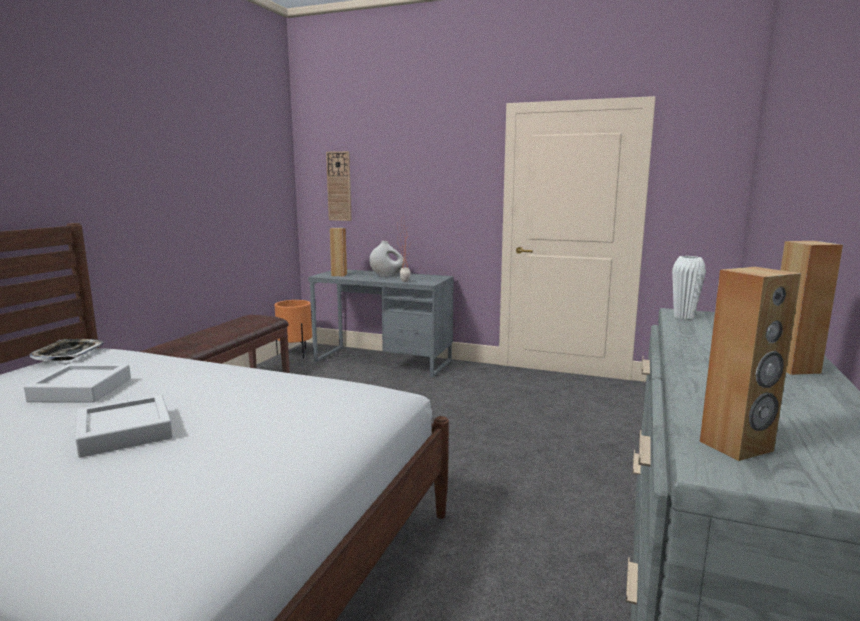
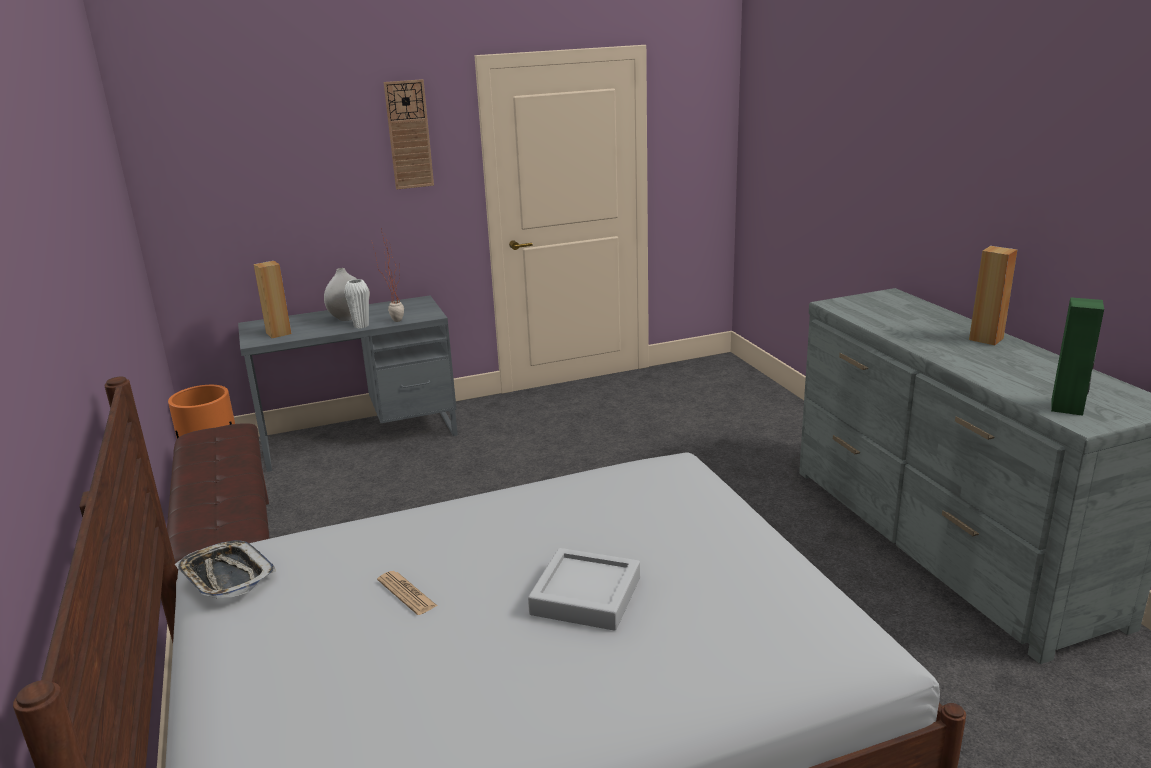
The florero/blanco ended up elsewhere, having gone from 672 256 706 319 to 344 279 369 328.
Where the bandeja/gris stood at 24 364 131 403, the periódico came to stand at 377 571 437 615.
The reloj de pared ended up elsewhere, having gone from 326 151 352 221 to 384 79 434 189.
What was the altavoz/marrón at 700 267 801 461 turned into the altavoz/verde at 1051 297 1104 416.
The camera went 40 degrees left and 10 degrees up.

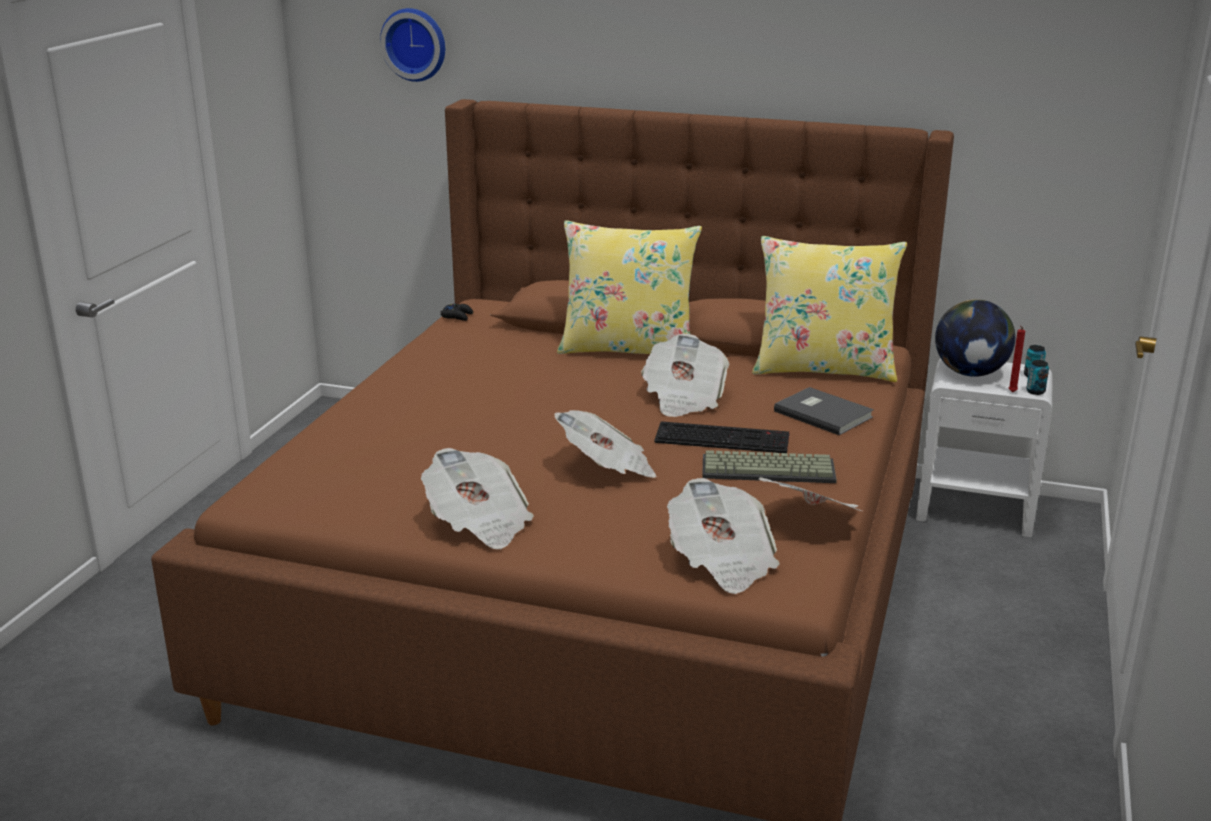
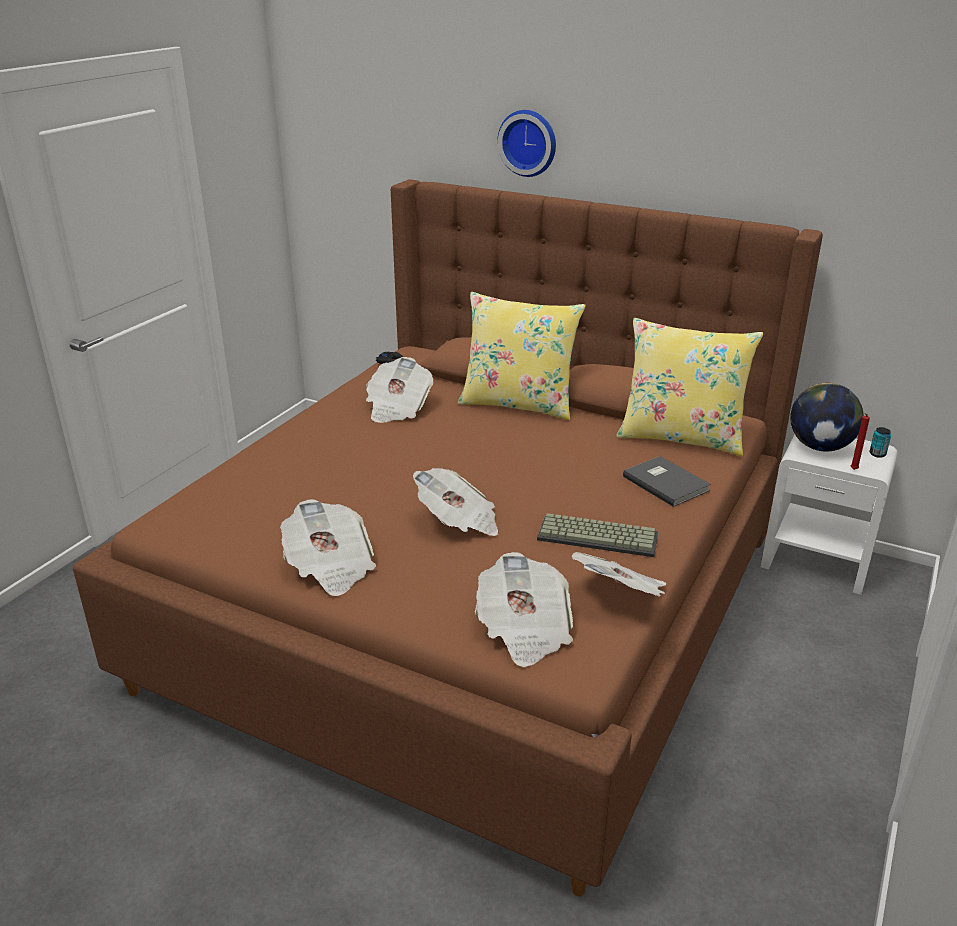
The periódico ended up elsewhere, having gone from 641 334 729 417 to 366 357 433 423.
The reloj de pared ended up elsewhere, having gone from 380 8 445 82 to 497 110 556 177.
The second view lost the teclado at 654 421 790 453.
The second view lost the lata at 1026 360 1049 395.
The camera went 10 degrees right and 5 degrees up.

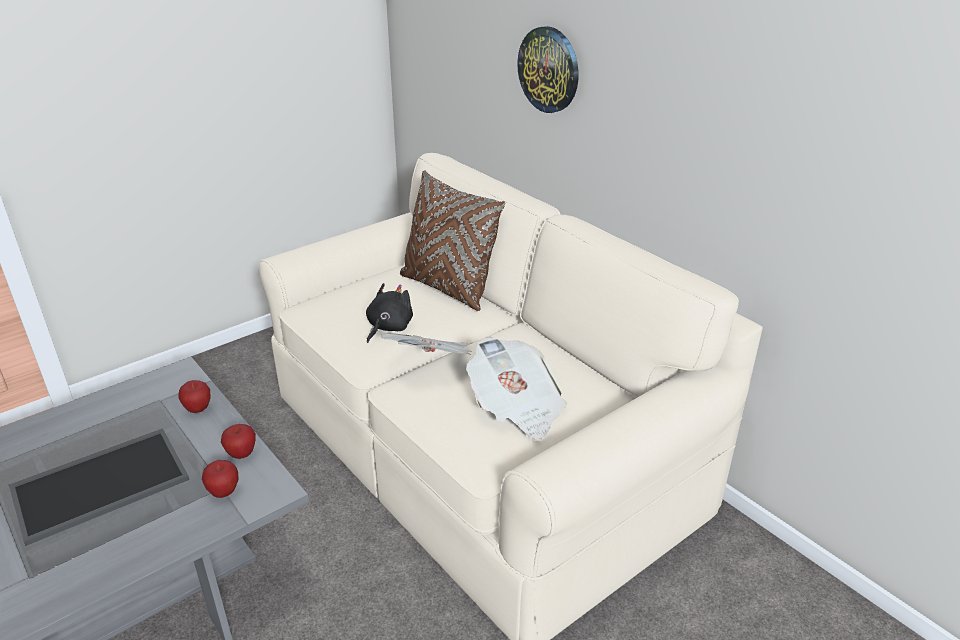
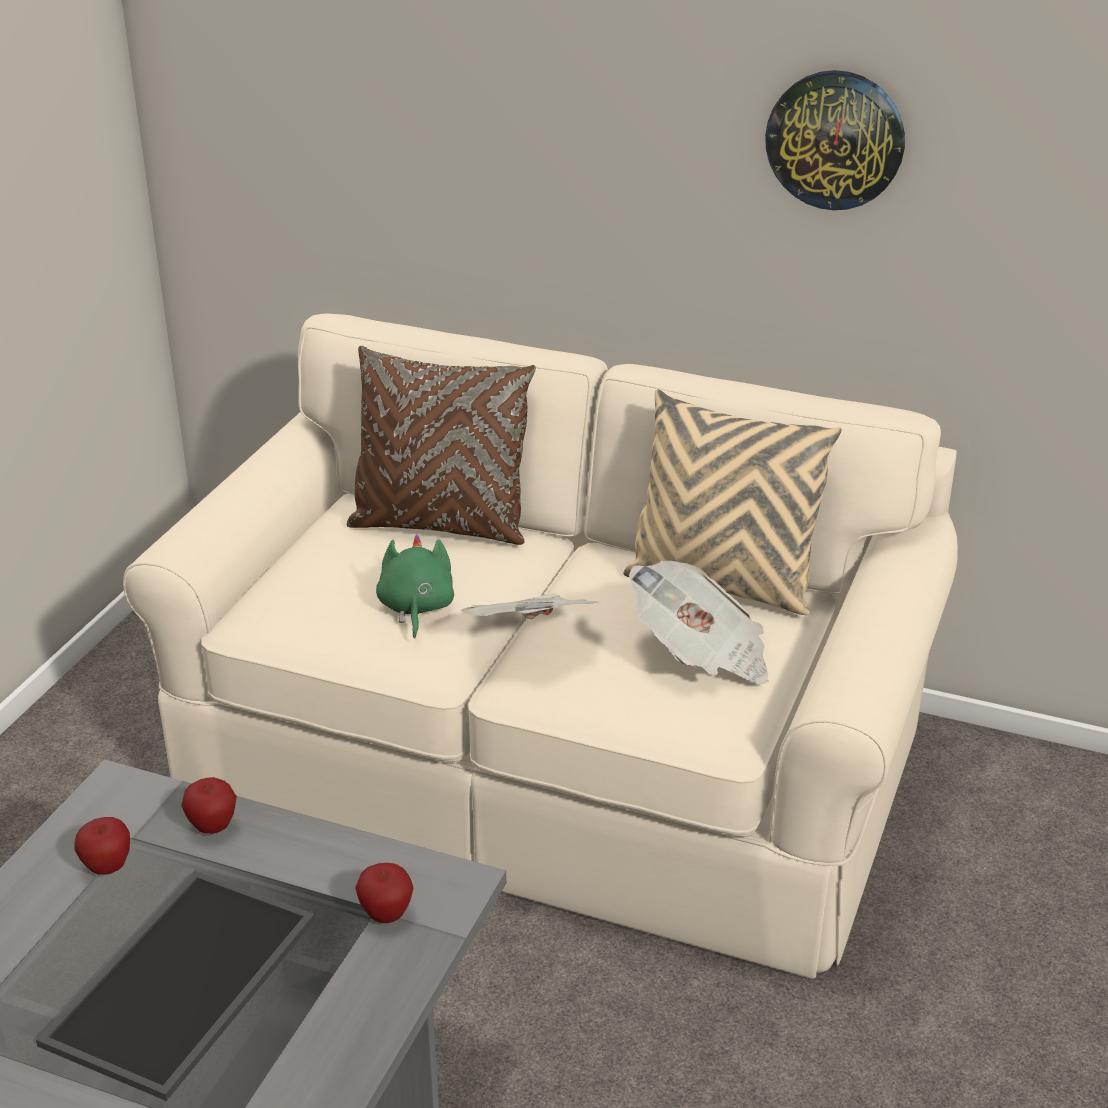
The manzana ended up elsewhere, having gone from 221 424 256 459 to 74 817 130 875.
What was the peluche/negro at 366 283 413 343 turned into the peluche/verde at 376 534 454 638.
The second view gained the cojín/beis at 623 389 842 615.
The reloj de pared ended up elsewhere, having gone from 517 26 579 113 to 765 70 905 210.
The camera went 30 degrees left and 0 degrees up.

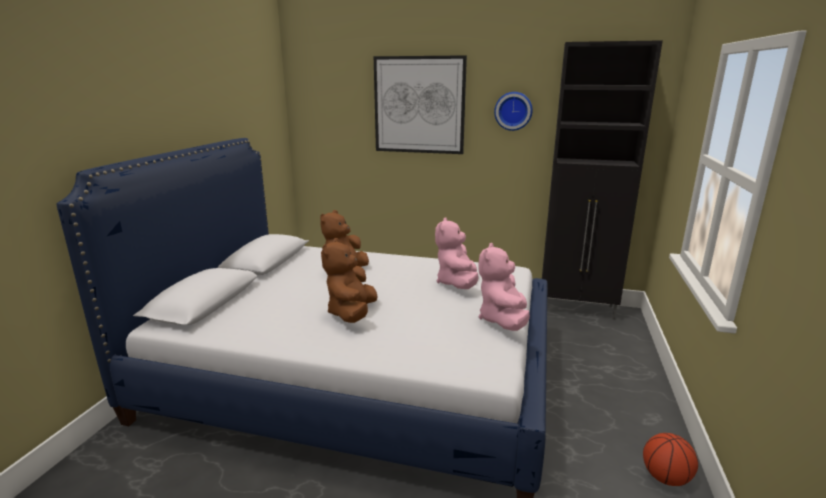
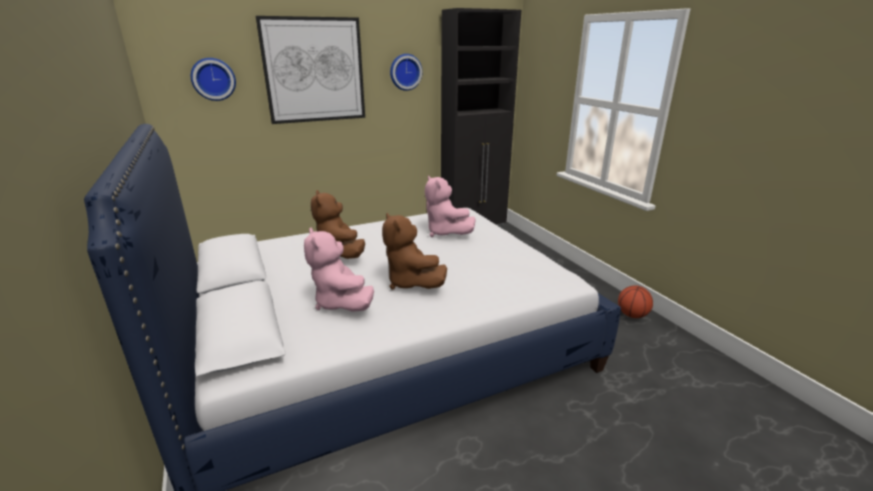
The second view gained the reloj de pared at 191 58 236 101.
The peluche/rosa ended up elsewhere, having gone from 479 243 530 331 to 304 228 374 312.
The camera went 40 degrees left and 5 degrees up.

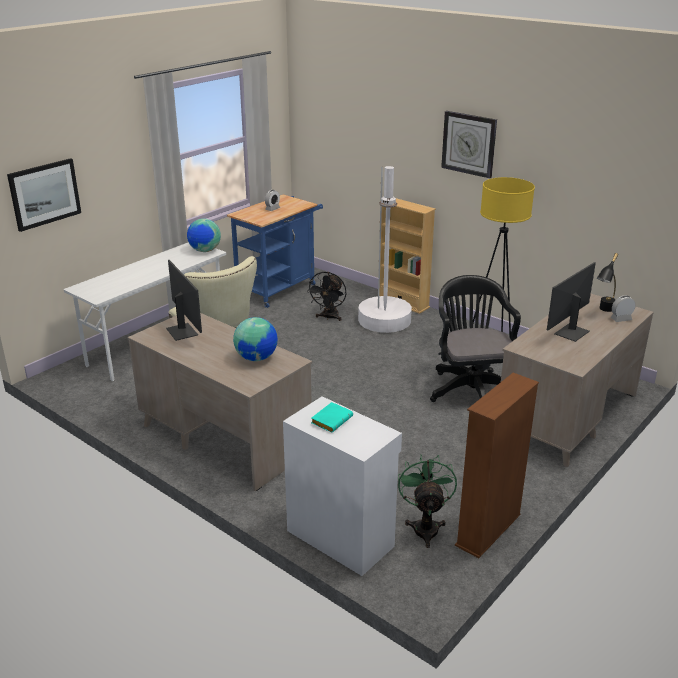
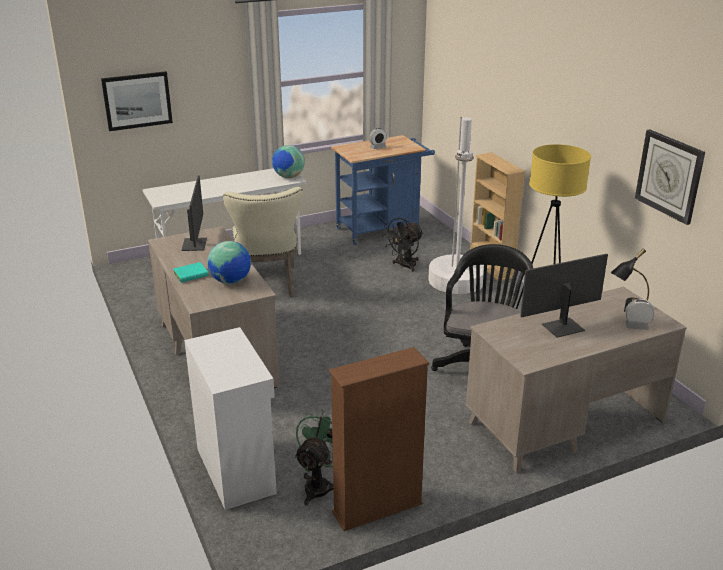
The libro/turquesa ended up elsewhere, having gone from 311 402 353 433 to 173 262 208 283.
The reloj de pared ended up elsewhere, having gone from 441 111 497 178 to 635 130 705 225.
The camera went 25 degrees right and 0 degrees up.

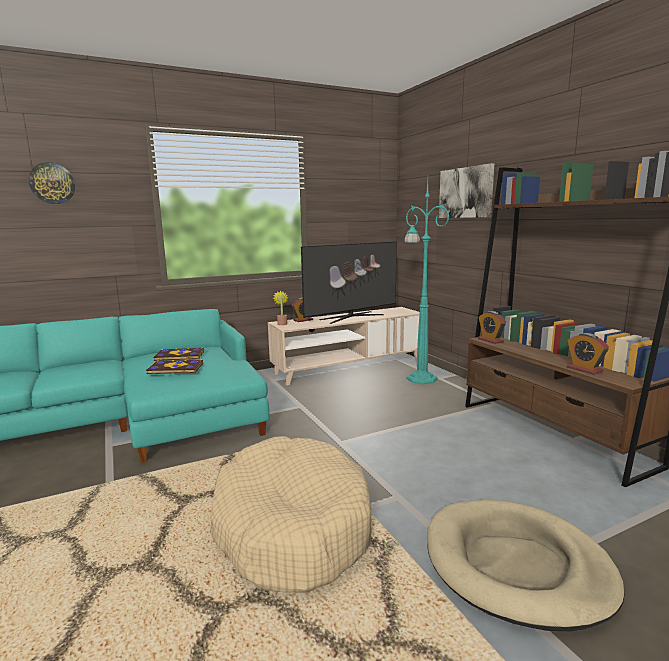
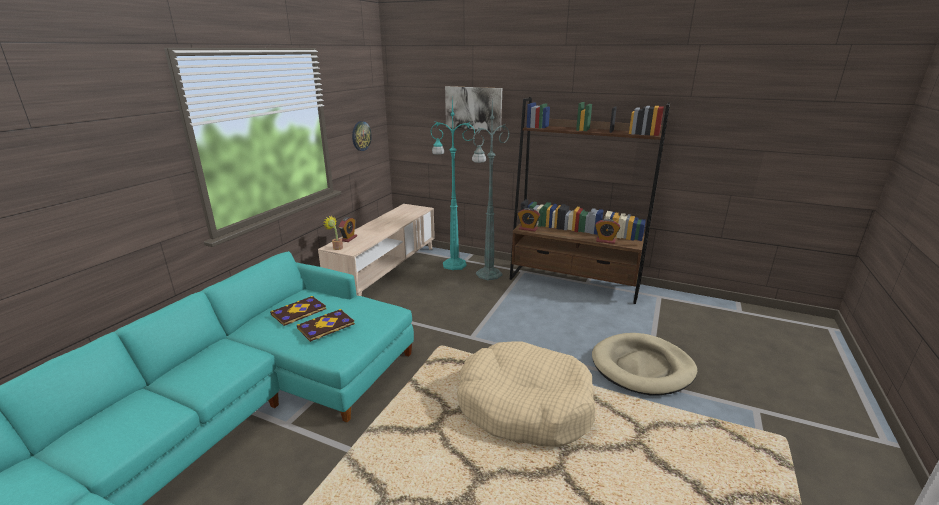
The reloj de pared ended up elsewhere, having gone from 28 162 75 204 to 352 121 372 151.
The second view gained the lámpara de pie/verde at 472 96 510 281.
The second view lost the televisor at 301 241 397 324.
The camera went 40 degrees left and 10 degrees up.

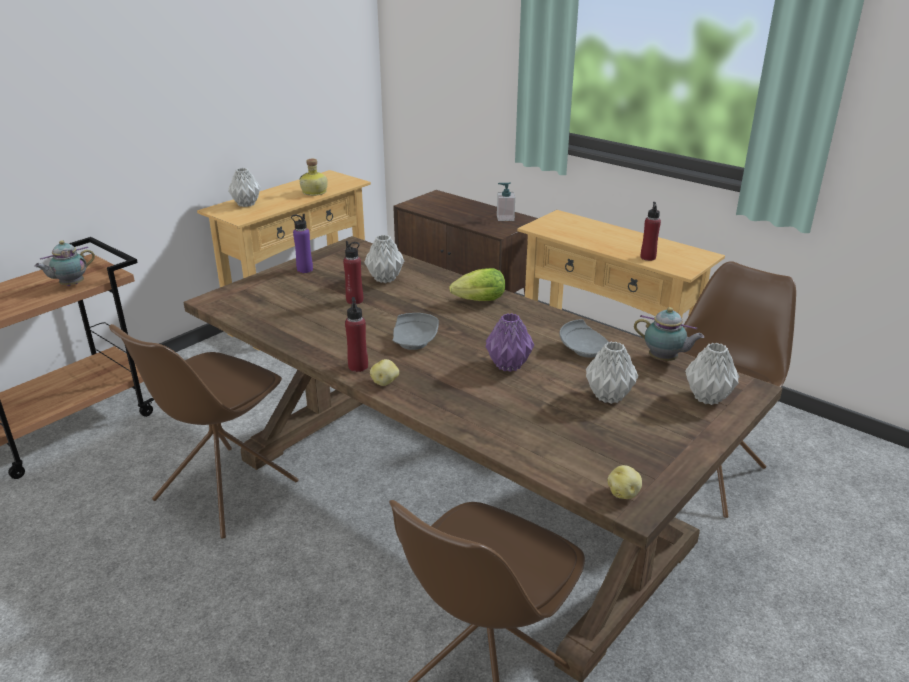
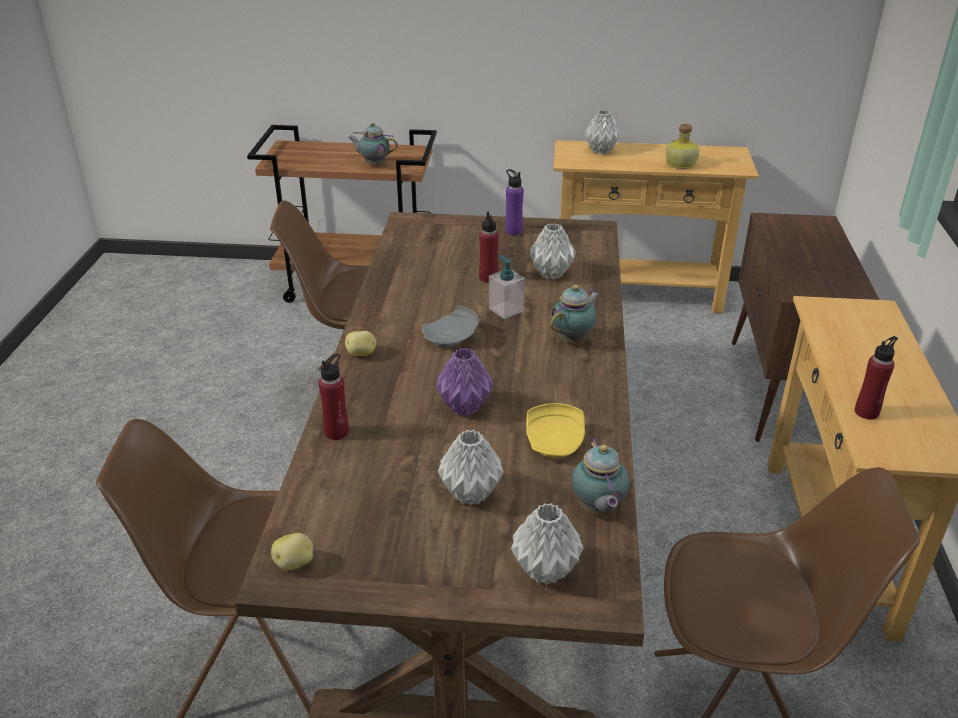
The botella/rojo ended up elsewhere, having gone from 345 297 368 372 to 319 353 349 440.
The dispensador de jabón ended up elsewhere, having gone from 497 182 515 221 to 489 255 525 319.
What was the plato/gris at 560 319 610 358 turned into the plato/amarillo at 526 403 585 458.
Where the lechuga stood at 449 268 505 301, the tetera came to stand at 550 285 600 342.
The camera went 55 degrees right and 5 degrees up.

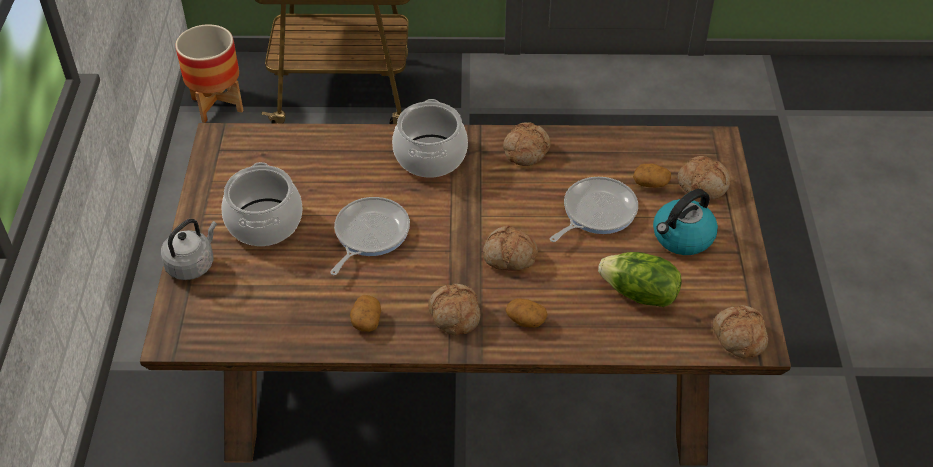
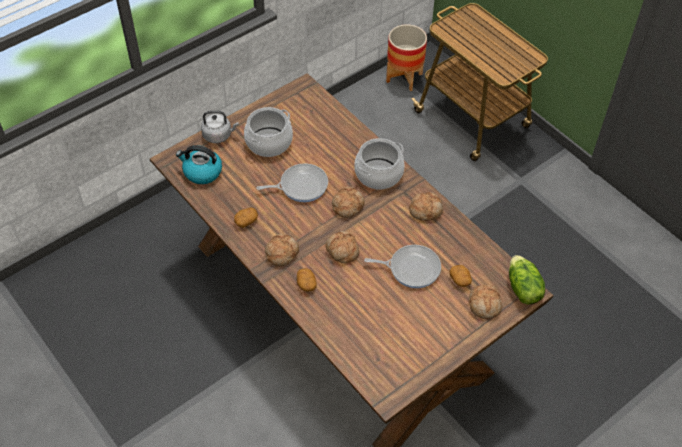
The hervidor ended up elsewhere, having gone from 653 189 718 255 to 176 145 222 184.
The pan ended up elsewhere, having gone from 713 305 768 358 to 332 187 365 218.
The lechuga ended up elsewhere, having gone from 598 252 682 307 to 509 255 545 305.
The camera went 50 degrees right and 5 degrees up.

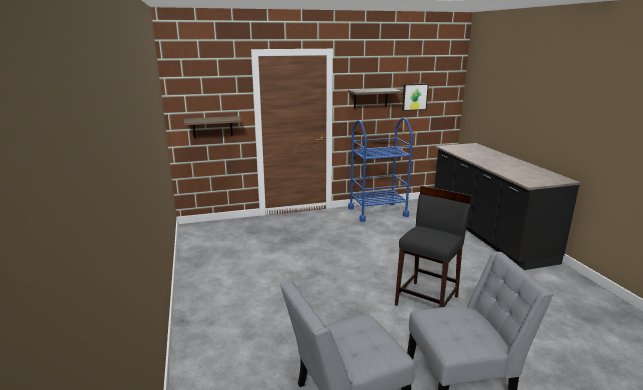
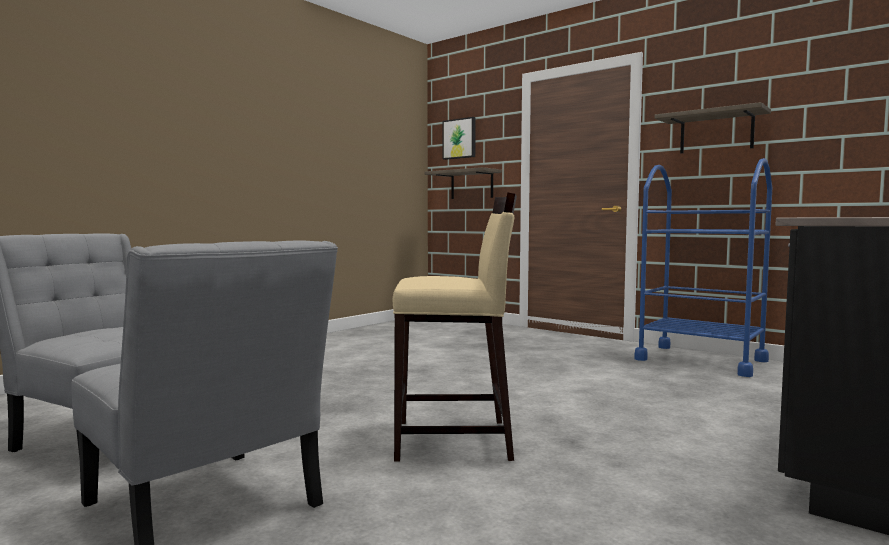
What was the taburete/negro at 395 186 472 307 turned into the taburete/beis at 393 192 517 462.
The cuadro ended up elsewhere, having gone from 402 84 429 111 to 442 117 476 160.
The camera went 55 degrees right and 15 degrees down.

